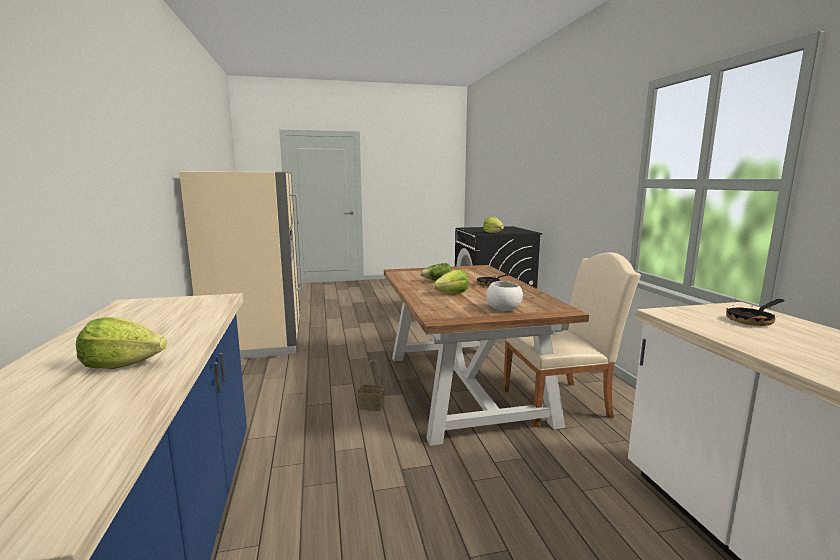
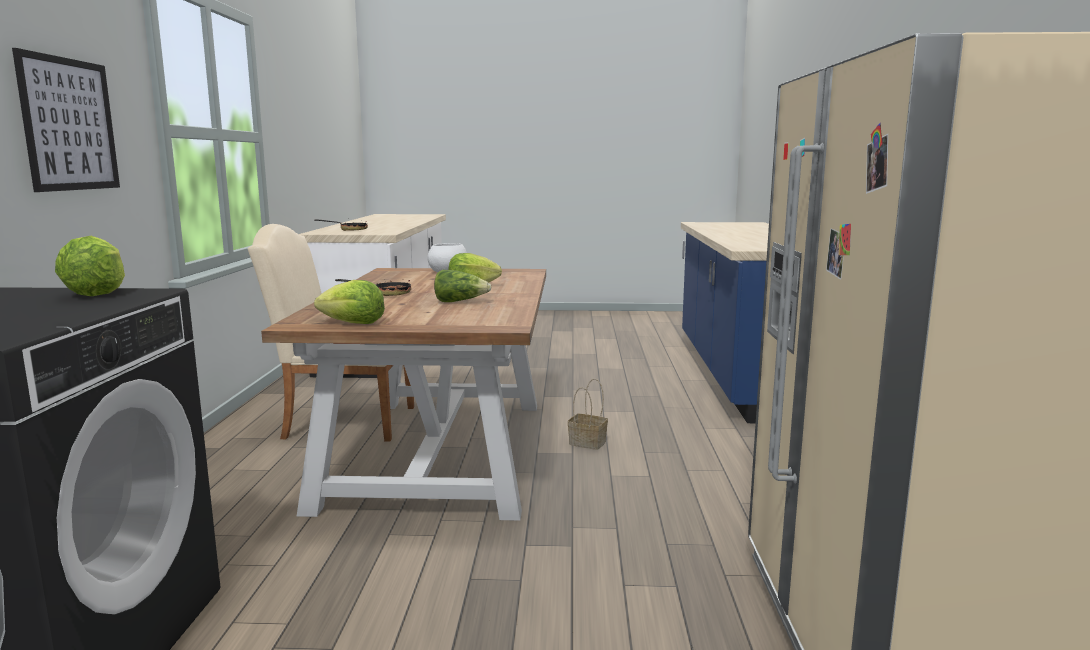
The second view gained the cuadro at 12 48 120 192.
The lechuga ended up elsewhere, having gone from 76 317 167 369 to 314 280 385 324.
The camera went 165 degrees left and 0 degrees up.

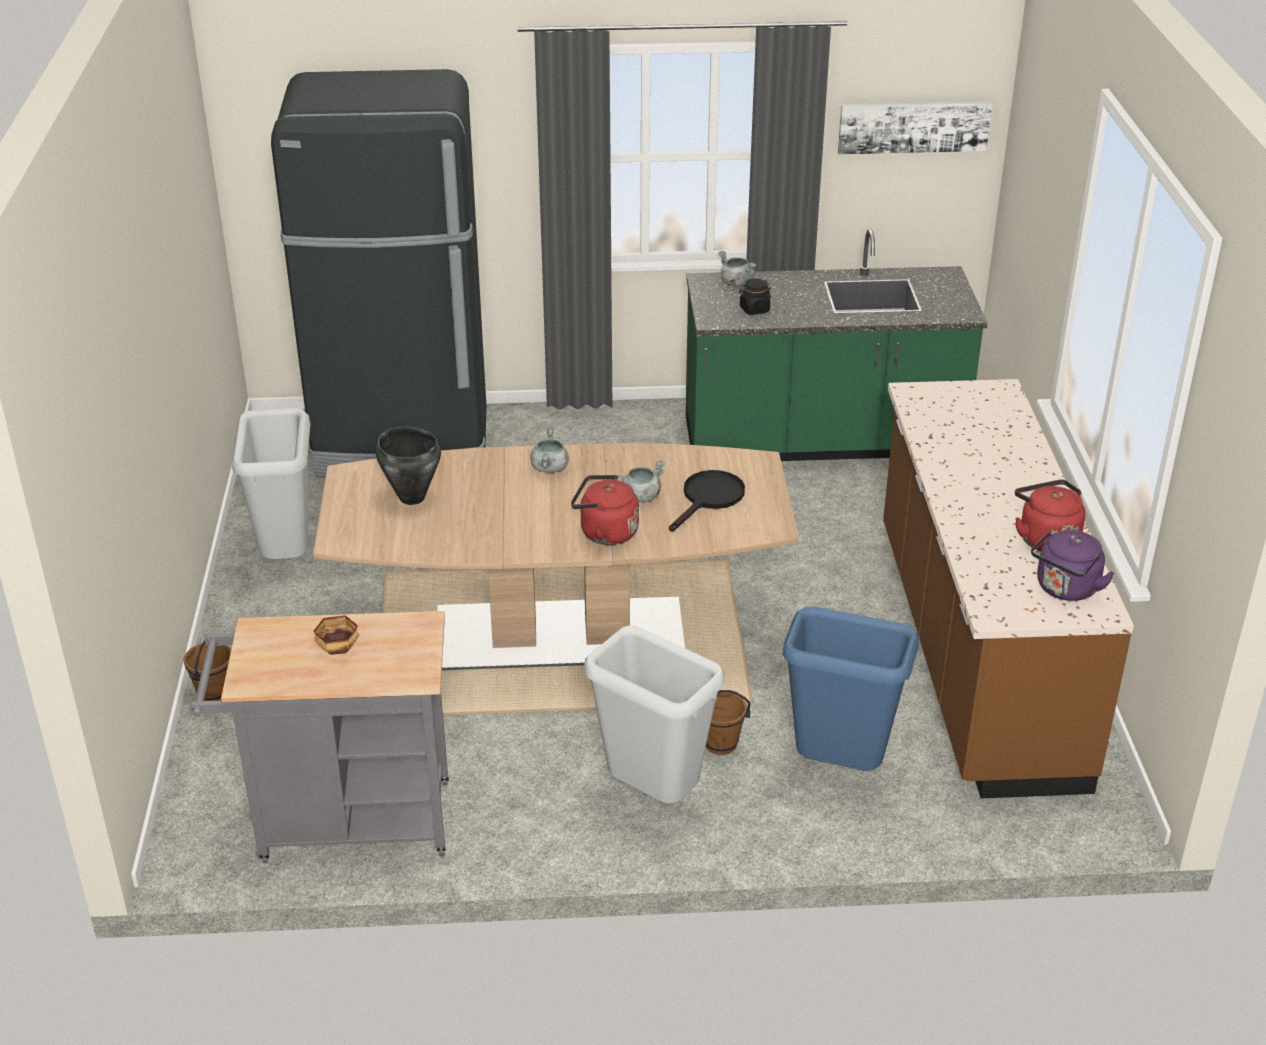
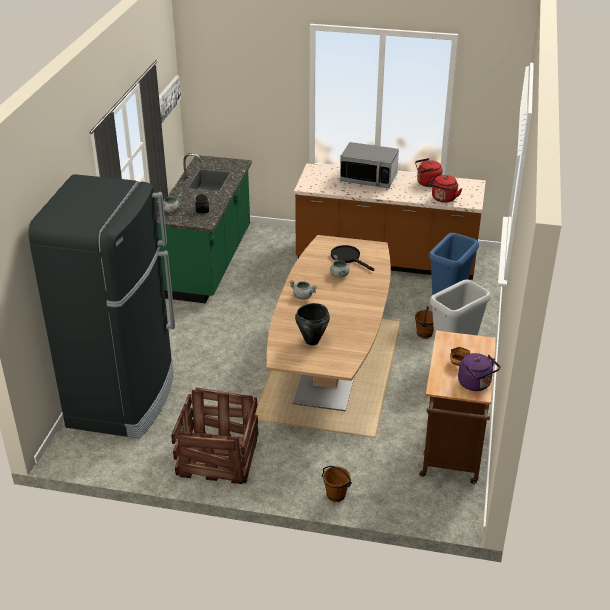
Where the papelera/gris stood at 232 408 310 559, the caja de embalaje came to stand at 171 387 258 484.
The second view gained the microondas at 340 142 399 188.
What was the carrito/gris at 189 611 449 863 turned into the carrito/marrón at 419 331 496 484.
The hervidor/rojo ended up elsewhere, having gone from 571 475 639 545 to 429 175 462 203.
The hervidor/morado ended up elsewhere, having gone from 1031 530 1115 601 to 458 353 500 391.
The camera went 75 degrees left and 0 degrees up.

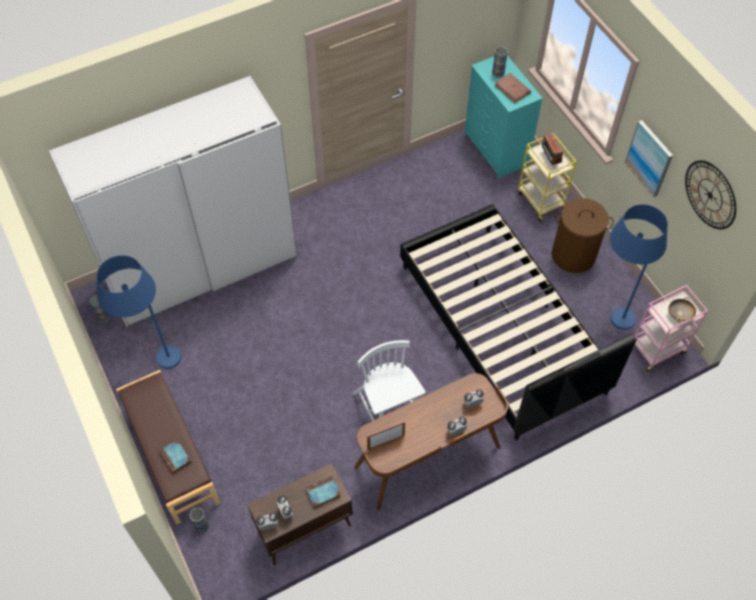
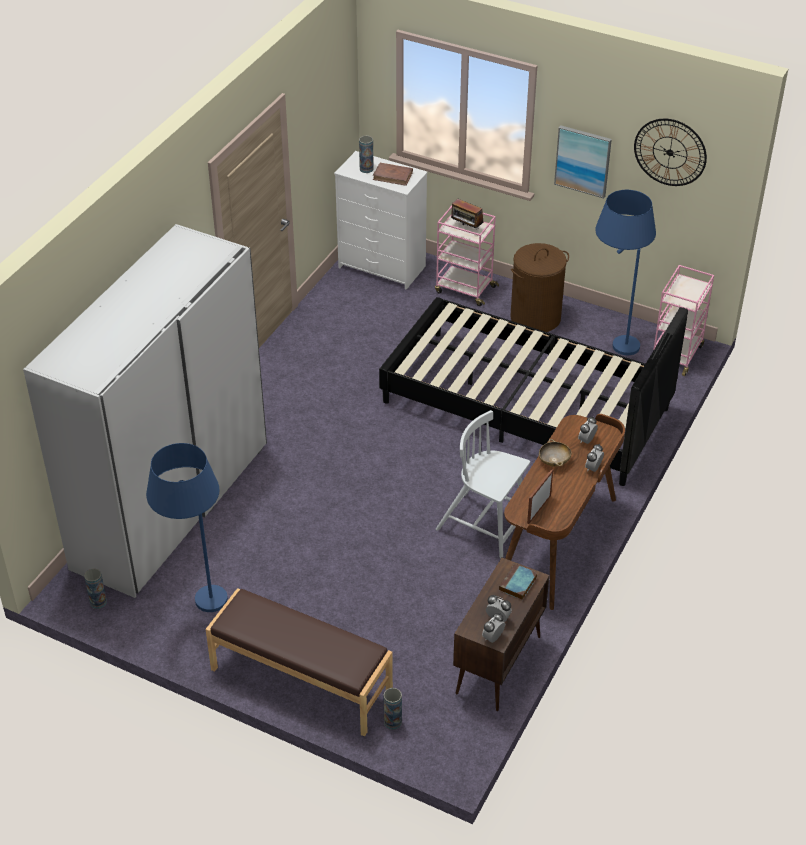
What was the cómoda/turquesa at 464 56 543 178 turned into the cómoda/blanco at 334 151 428 290.
What was the carrito/amarillo at 517 133 577 223 turned into the carrito/rosa at 435 206 499 306.
The cuenco/beis ended up elsewhere, having gone from 668 297 696 322 to 539 439 571 467.
The second view lost the libro at 159 440 192 474.
The camera went 35 degrees left and 15 degrees down.

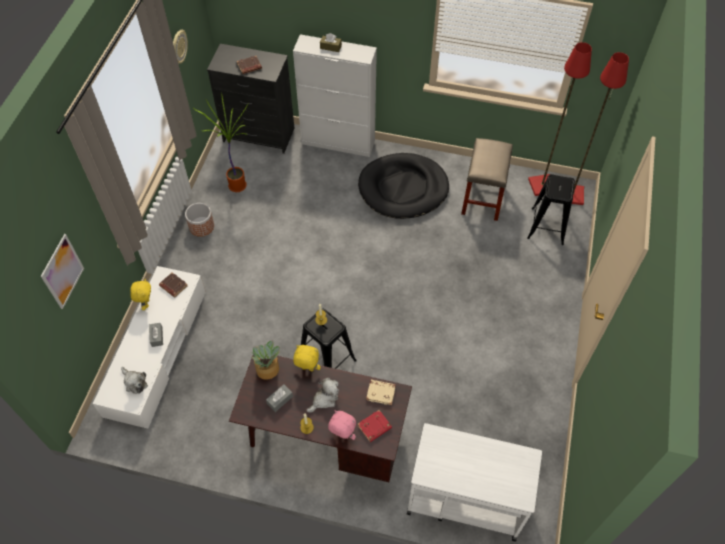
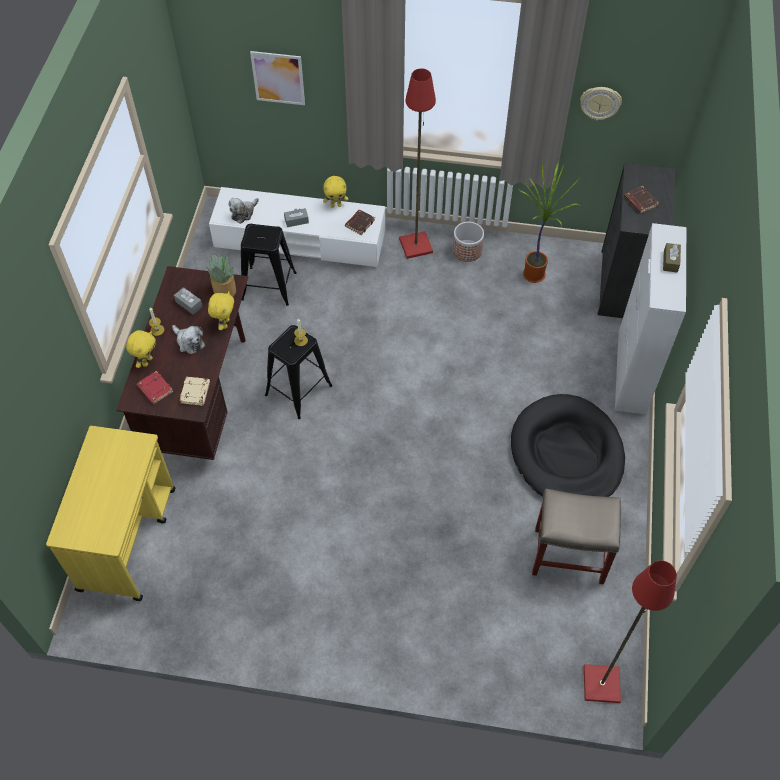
What was the carrito/blanco at 407 423 542 542 turned into the carrito/amarillo at 46 426 176 601.
What was the peluche/rosa at 328 410 356 440 turned into the peluche/amarillo at 126 330 156 368.
The taburete/negro ended up elsewhere, having gone from 527 174 575 245 to 241 224 297 306.
The lámpara de pie/rojo ended up elsewhere, having gone from 528 42 592 196 to 399 68 436 259.
The camera went 85 degrees right and 0 degrees up.

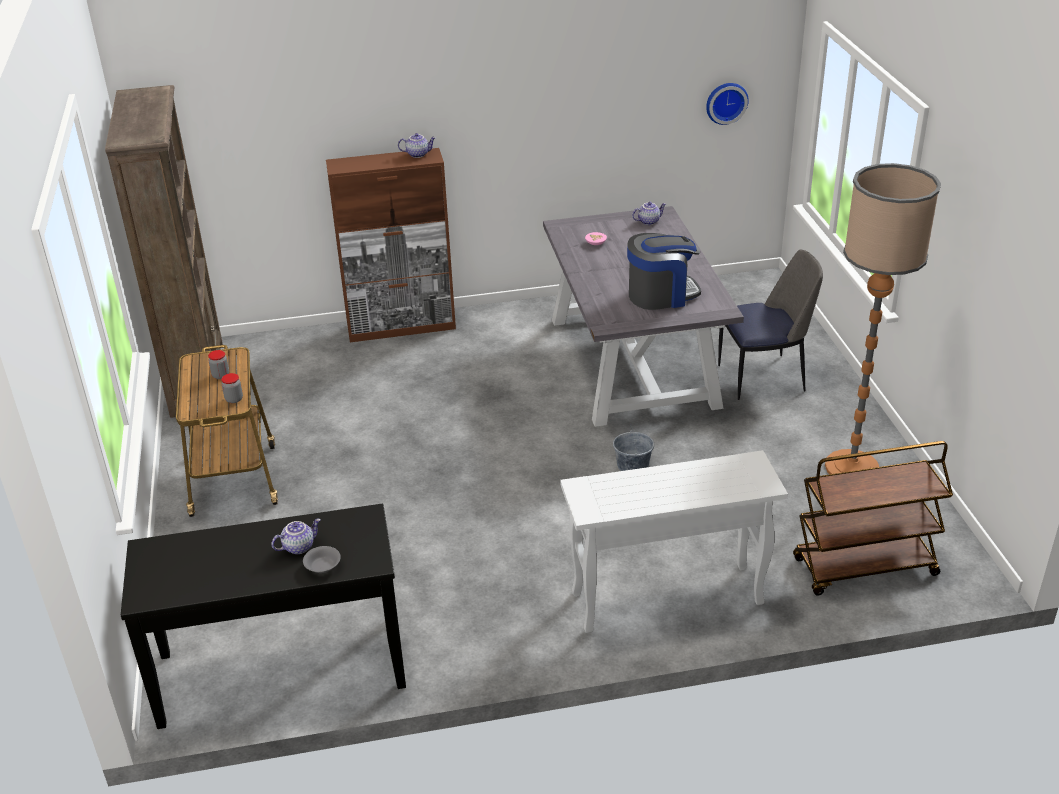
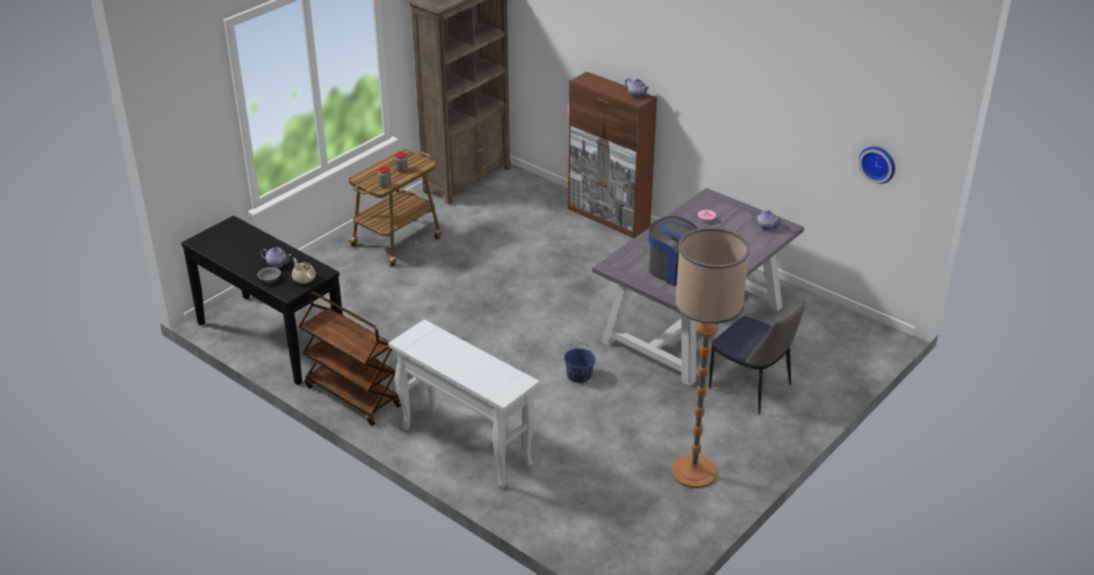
The second view gained the tetera/beis at 292 258 316 284.
The carrito/marrón ended up elsewhere, having gone from 793 441 953 596 to 299 291 401 426.
What was the cubo/gris at 613 428 654 471 turned into the cubo/azul at 564 343 596 383.
The camera went 50 degrees right and 0 degrees up.

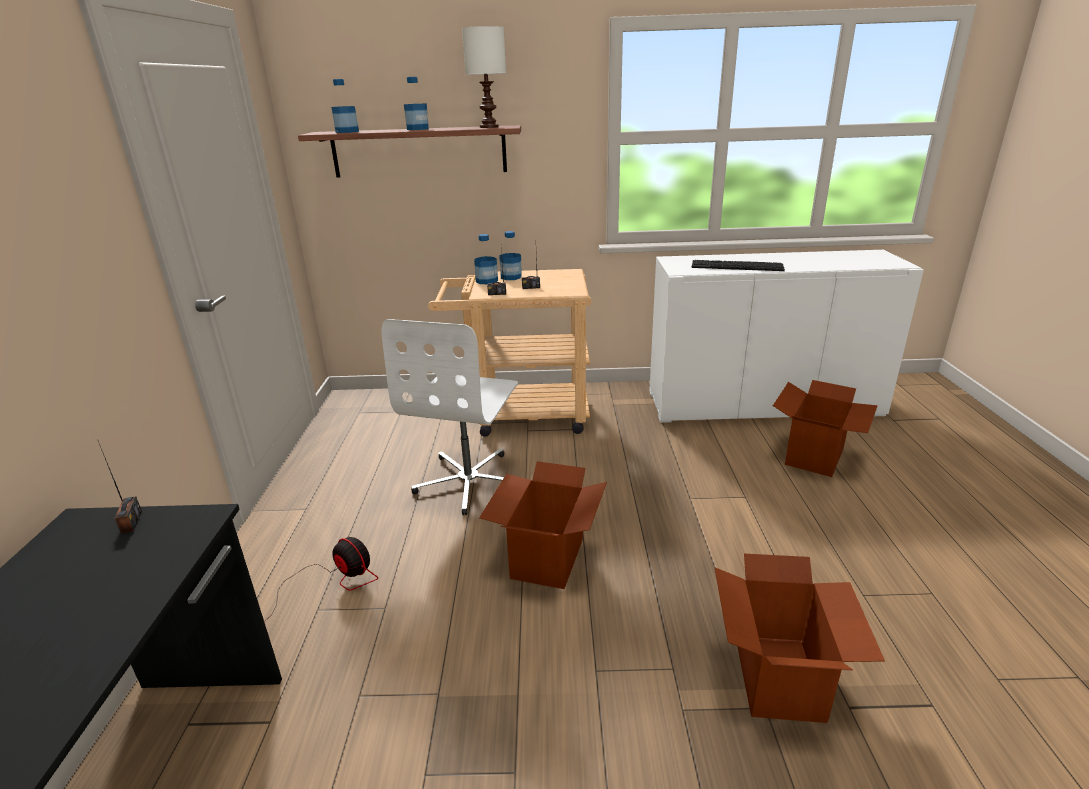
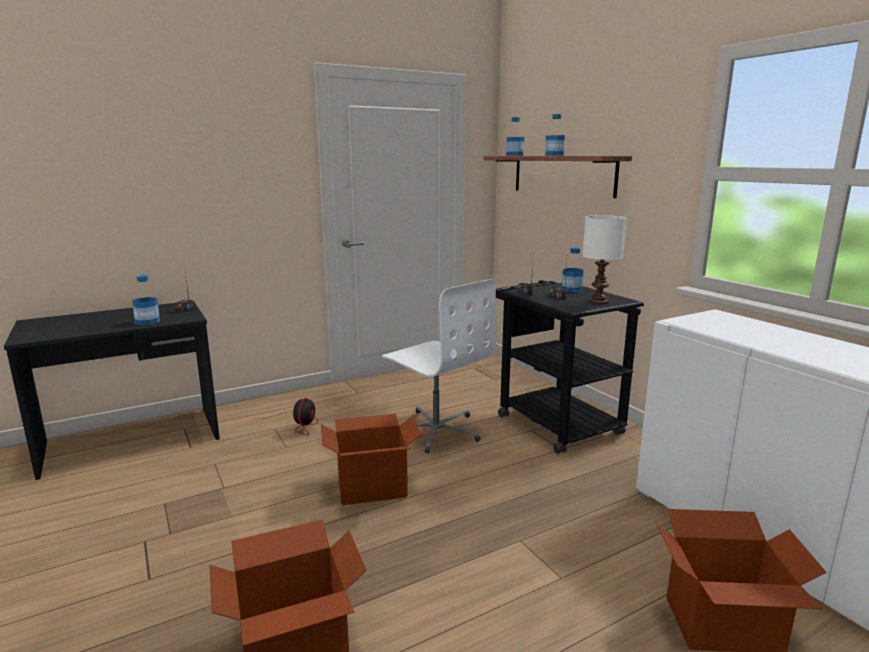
The botella ended up elsewhere, having gone from 474 234 498 284 to 132 275 160 325.
The silla de oficina/blanco at 382 319 518 515 ended up facing another way, 120 degrees counterclockwise from before.
What was the carrito/beis at 428 269 592 437 turned into the carrito/negro at 496 280 644 454.
The lámpara de mesa/blanco ended up elsewhere, having gone from 462 26 506 128 to 582 215 627 305.
The second view lost the teclado at 692 260 785 271.
The camera went 60 degrees right and 10 degrees down.

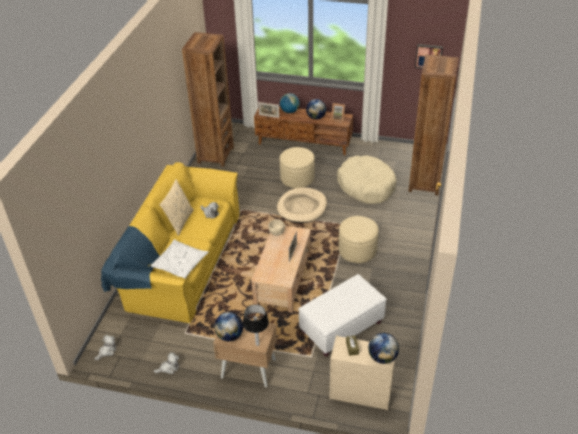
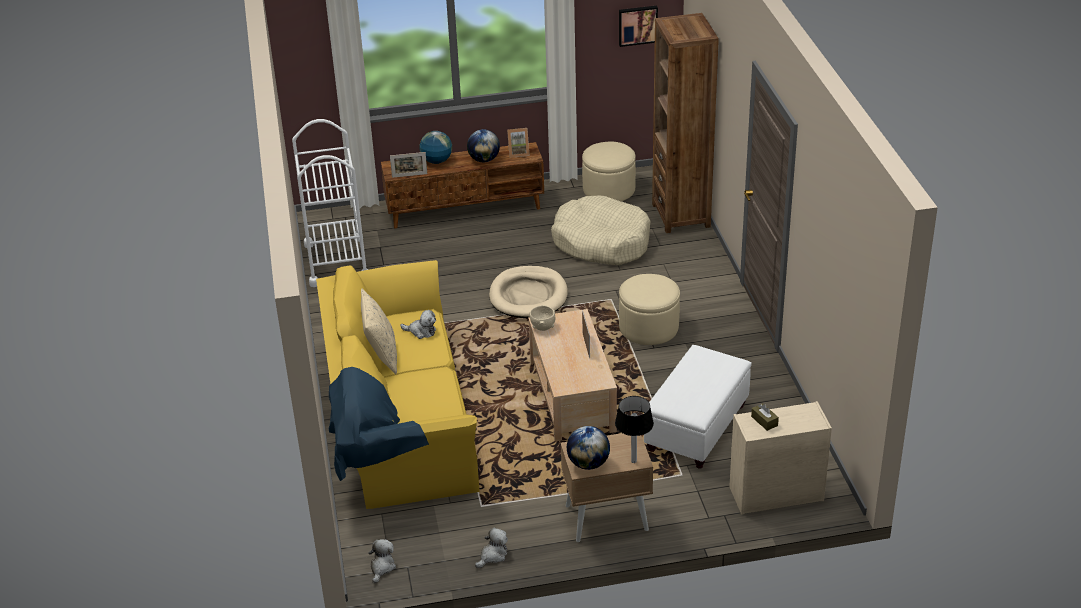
Where the estantería/marrón stood at 182 32 234 167, the carrito/blanco came to stand at 292 119 368 287.
The puf/beis ended up elsewhere, having gone from 280 147 315 188 to 582 142 636 201.
The second view lost the cojín/blanco at 151 239 209 279.
The second view lost the globo terráqueo at 368 333 399 364.
The camera went 25 degrees left and 5 degrees down.

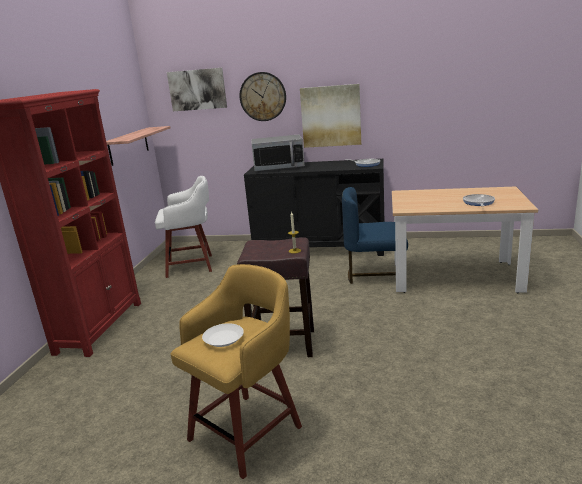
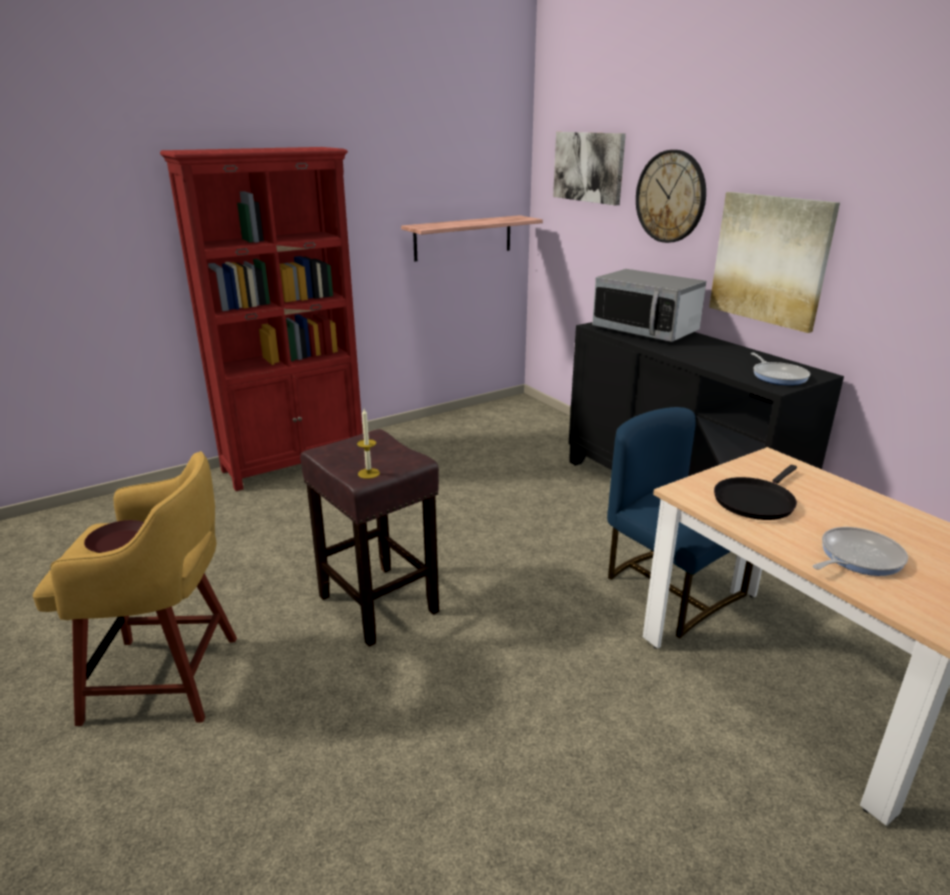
What was the plato/blanco at 202 323 244 347 turned into the plato/marrón at 84 520 144 553.
The second view gained the sartén/negro at 714 465 797 520.
The second view lost the taburete/blanco at 155 176 212 278.
The camera went 45 degrees right and 5 degrees up.

